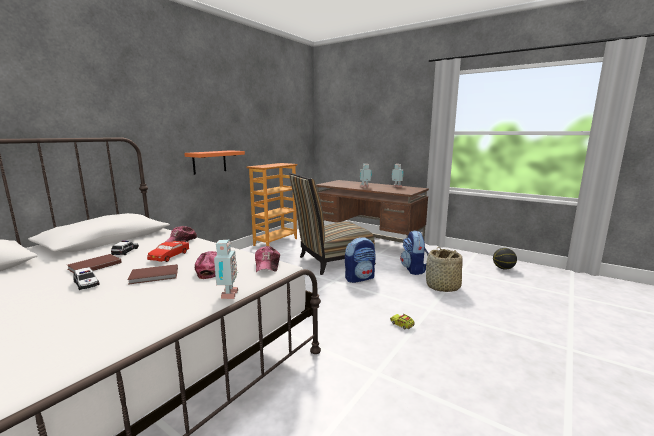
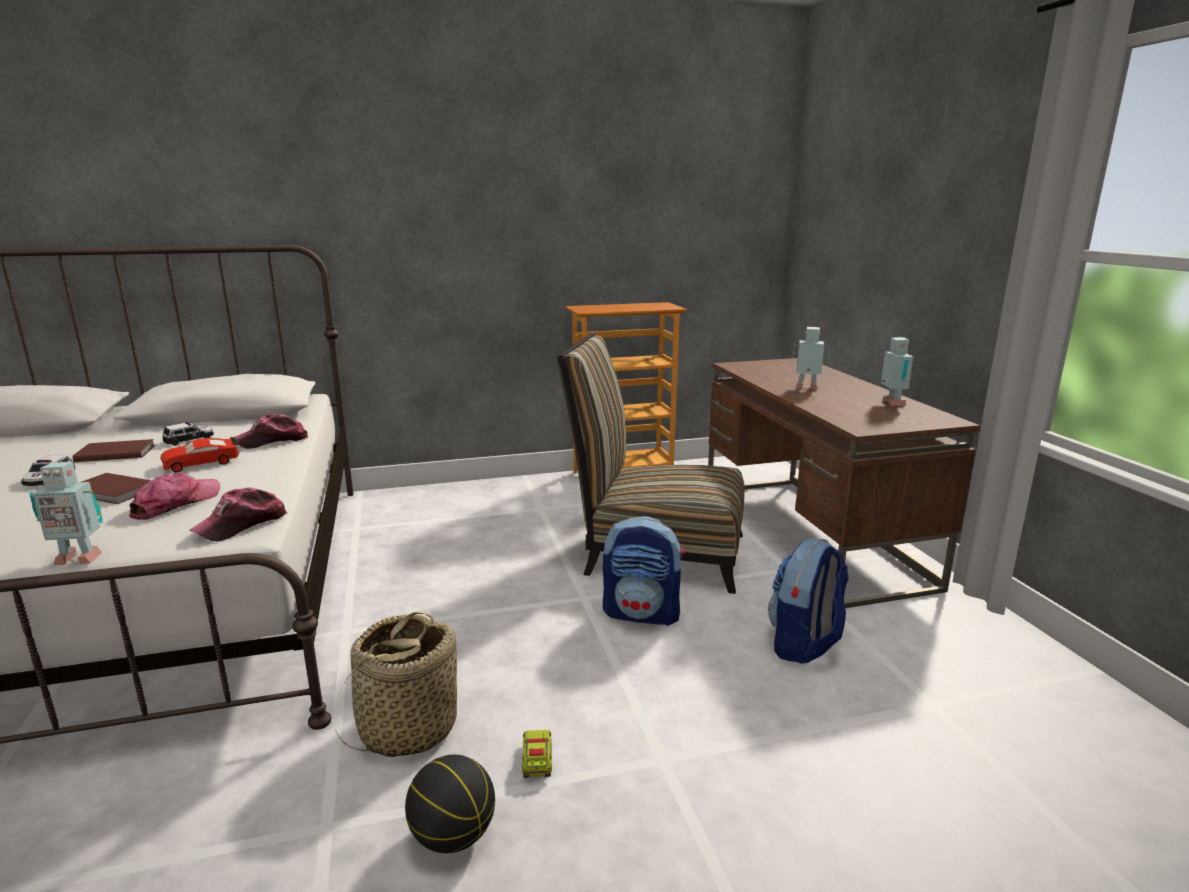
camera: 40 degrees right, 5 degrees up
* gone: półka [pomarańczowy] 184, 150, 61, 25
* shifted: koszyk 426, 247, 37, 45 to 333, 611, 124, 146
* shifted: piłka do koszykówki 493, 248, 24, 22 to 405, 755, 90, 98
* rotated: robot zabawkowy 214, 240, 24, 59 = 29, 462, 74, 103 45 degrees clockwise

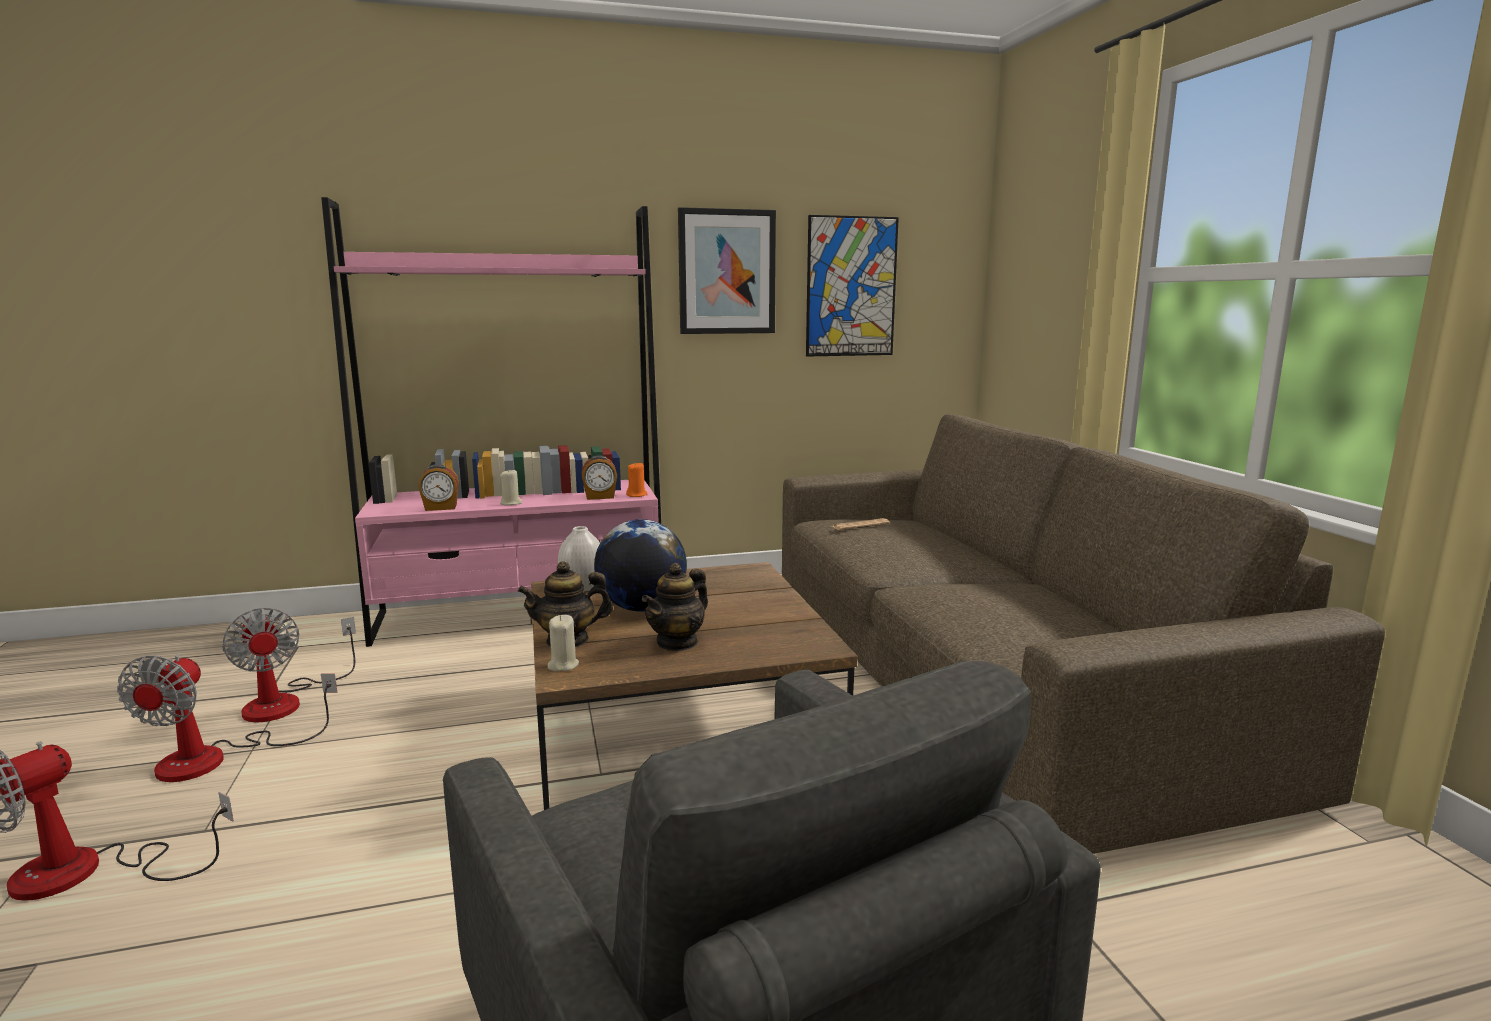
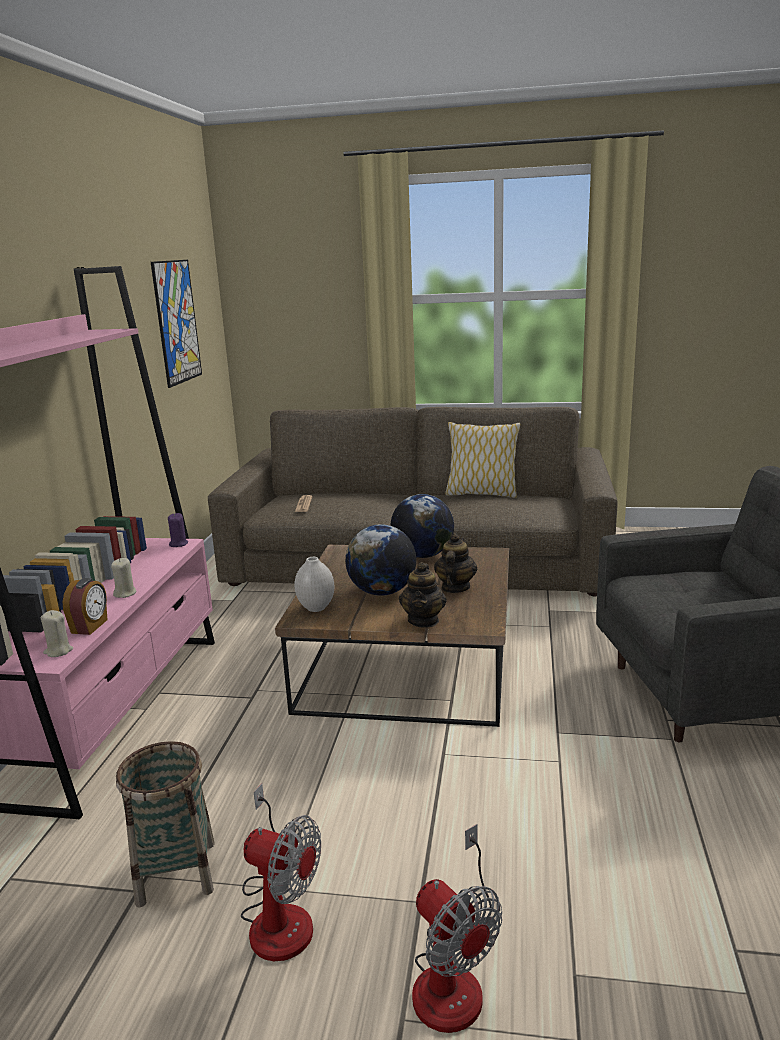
camera: 65 degrees left, 5 degrees up
* gone: budzik 582, 455, 35, 45
* gone: obraz 678, 207, 98, 127
* new: globus 391, 494, 63, 64
* new: poduszka 445, 422, 76, 76
* shifted: świeca [beżowy] 548, 615, 31, 56 to 41, 610, 32, 47
* swapped: wentylator 222, 608, 134, 114 to koszyk 116, 741, 99, 166
* repainted: świeca [pomarańczowy] 626, 462, 22, 35 to świeca [fioletowy] 168, 513, 20, 34
* rotated: imbryk 642, 563, 66, 88 = 434, 533, 43, 60 135 degrees counterclockwise

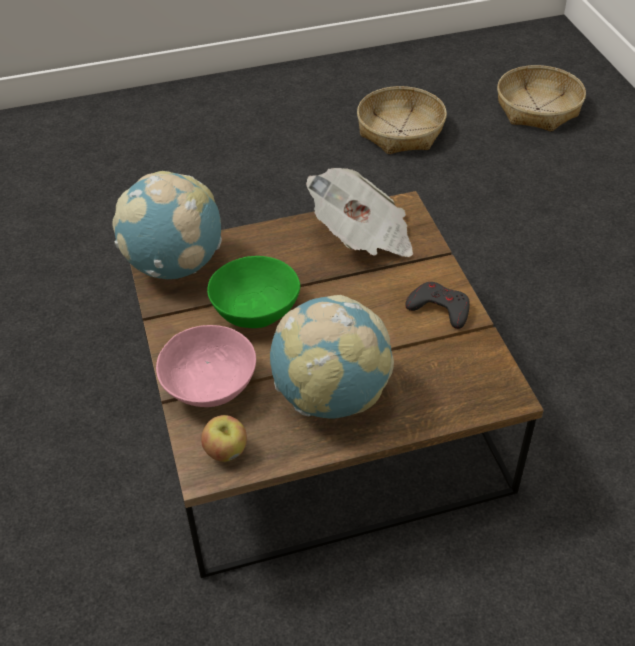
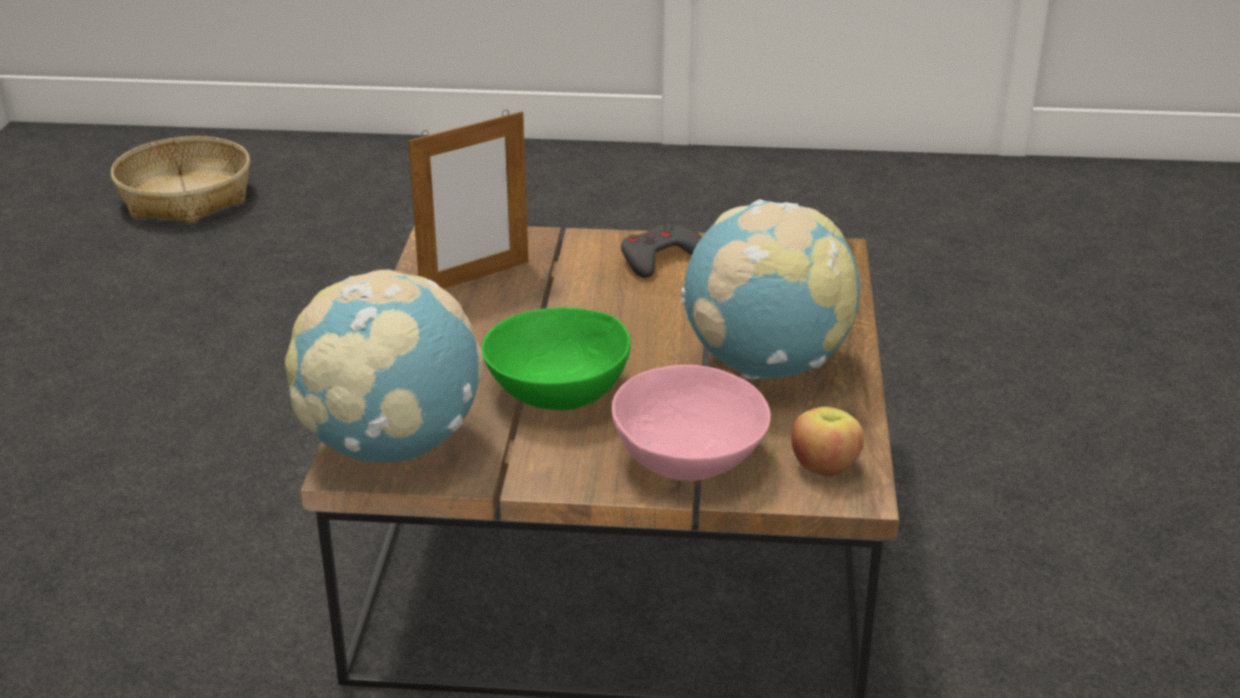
camera: 70 degrees left, 15 degrees down
* gone: koszyk 357, 86, 90, 68
* swapped: gazeta 306, 168, 107, 89 to ramka na zdjęcie 408, 110, 120, 179

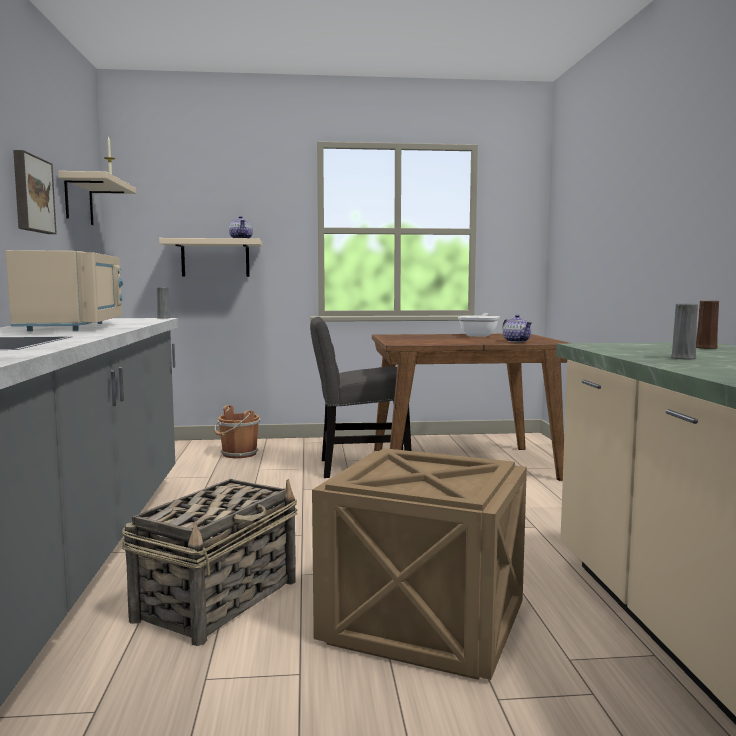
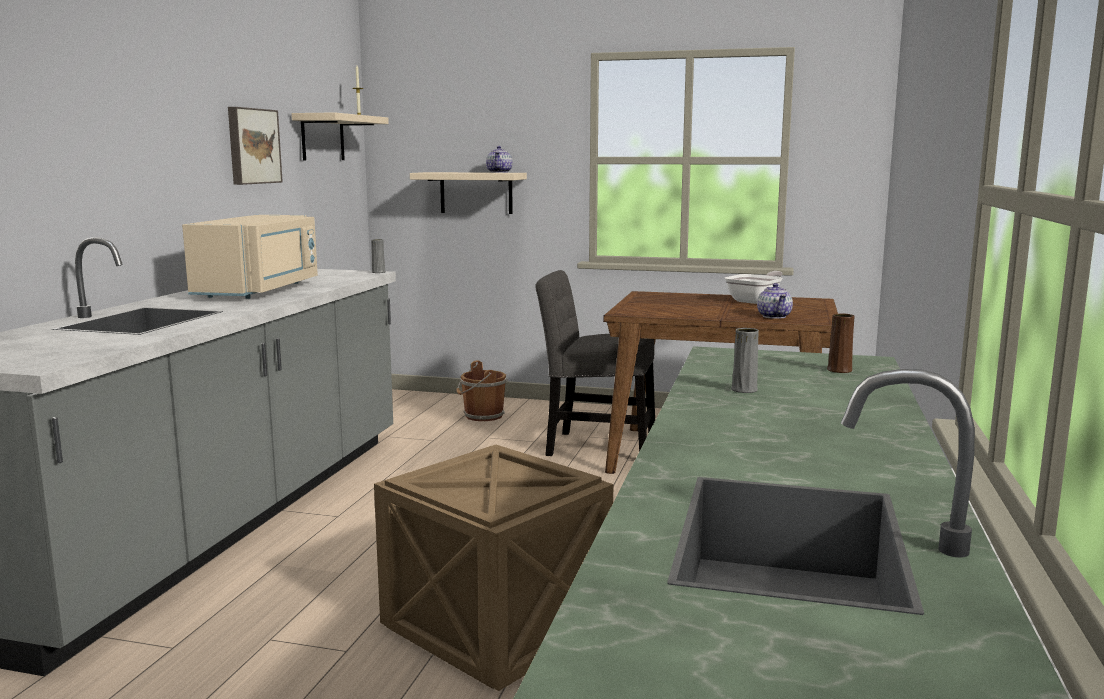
camera: 20 degrees right, 5 degrees up
* gone: koszyk 122, 479, 175, 167

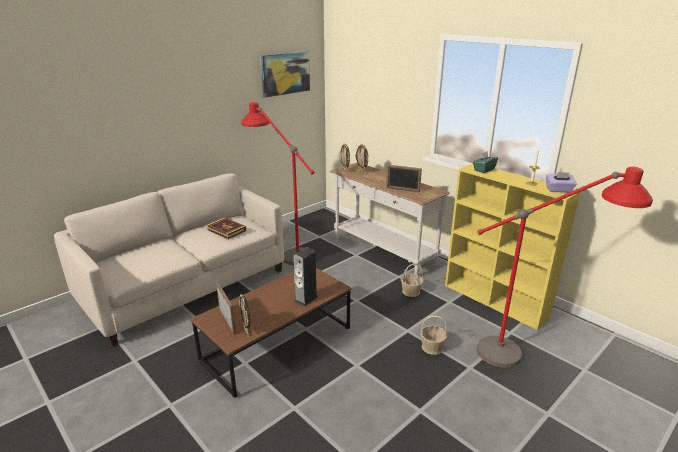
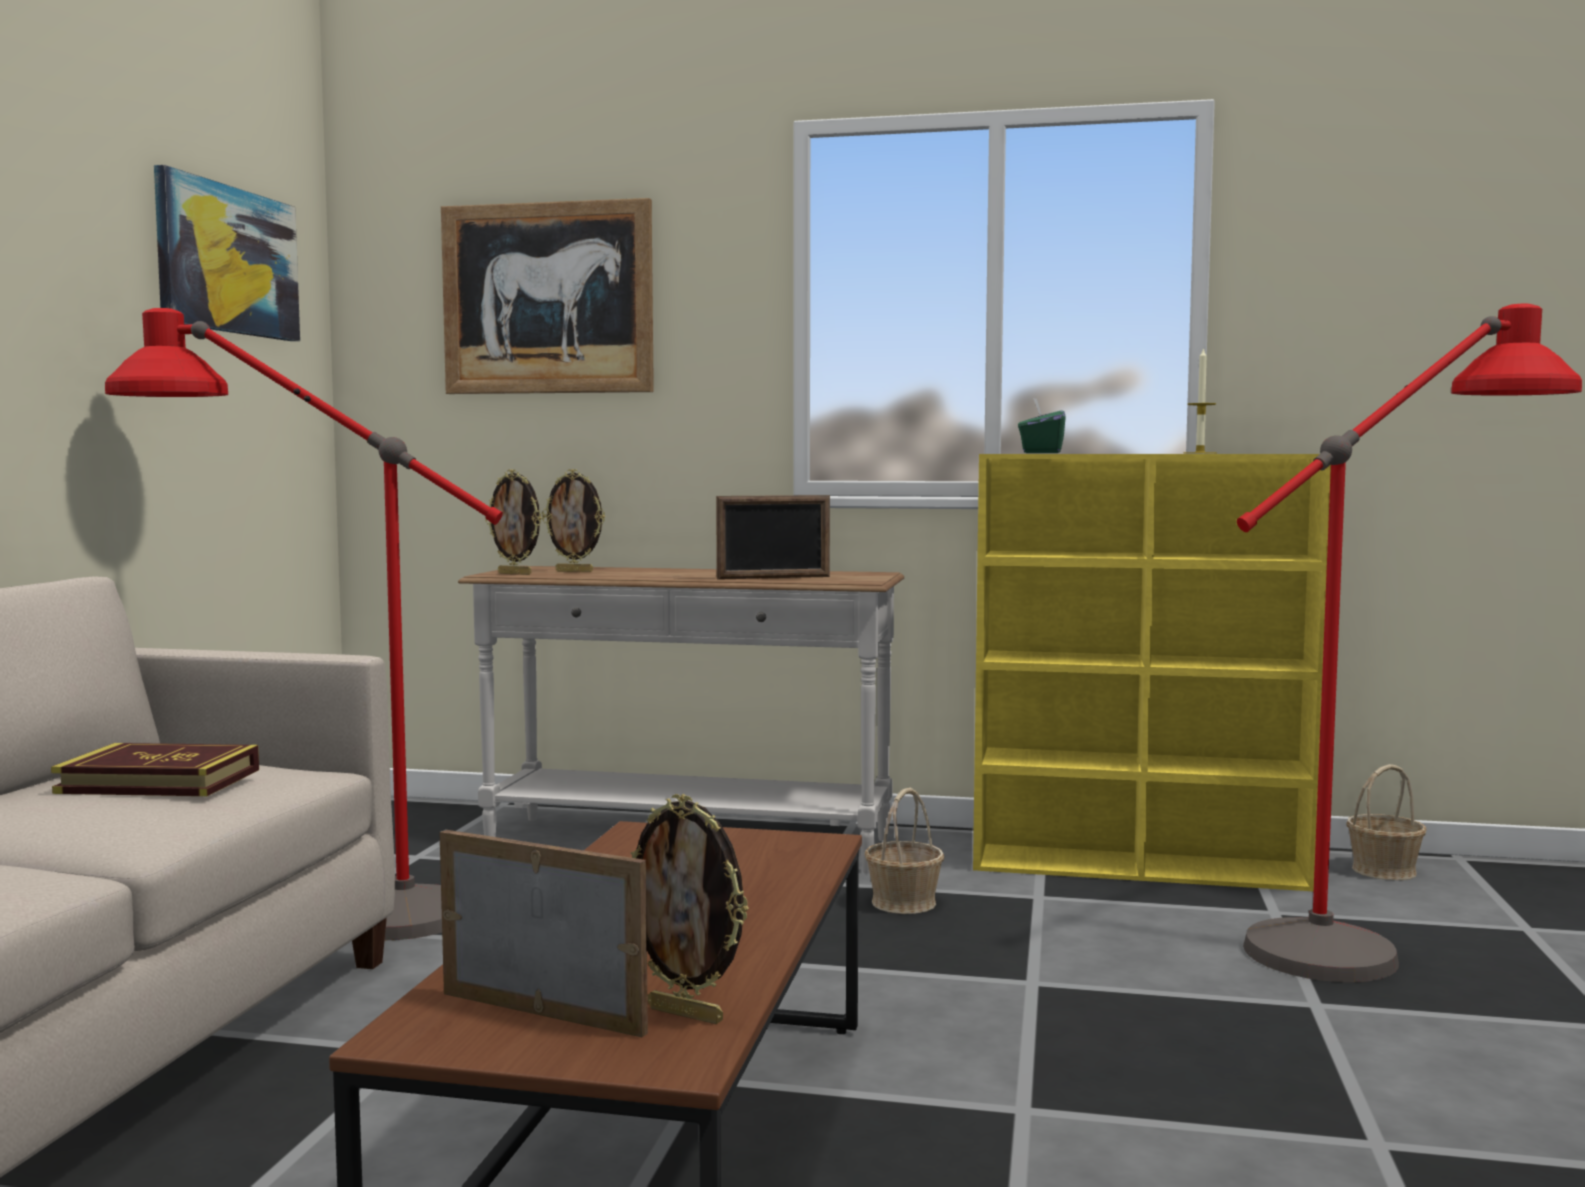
camera: 35 degrees left, 20 degrees down
* gone: głośnik 293, 247, 25, 59
* gone: pudełko chusteczek [fioletowy] 546, 172, 31, 21
* new: obraz 441, 198, 213, 196
* shifted: koszyk 420, 316, 27, 39 to 1346, 764, 81, 116

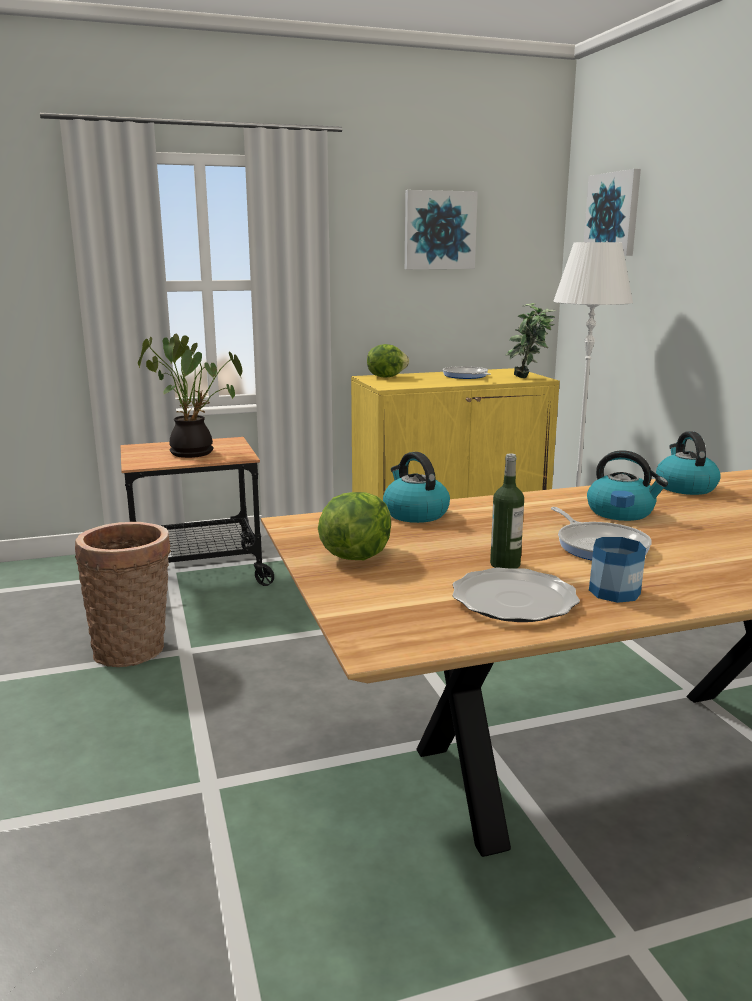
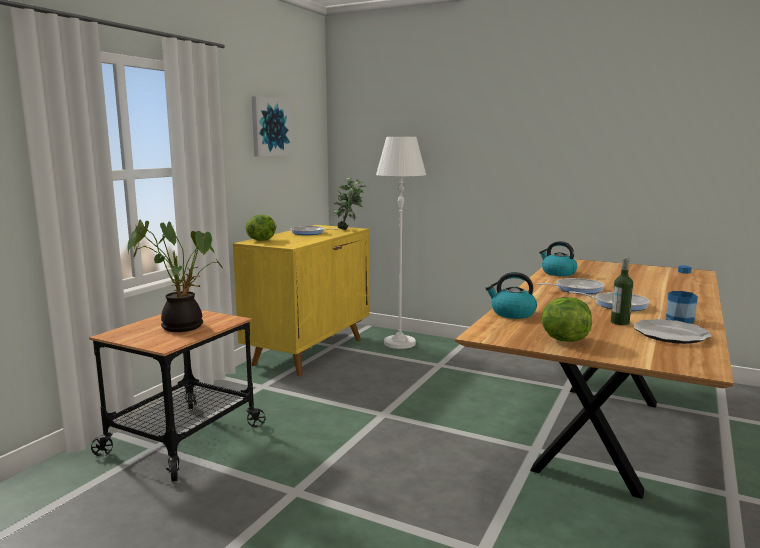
camera: 45 degrees left, 5 degrees down
* gone: koszyk 75, 522, 96, 145
* gone: obraz 584, 169, 57, 87
* swapped: czajnik 587, 450, 81, 71 to patelnia 537, 278, 67, 16

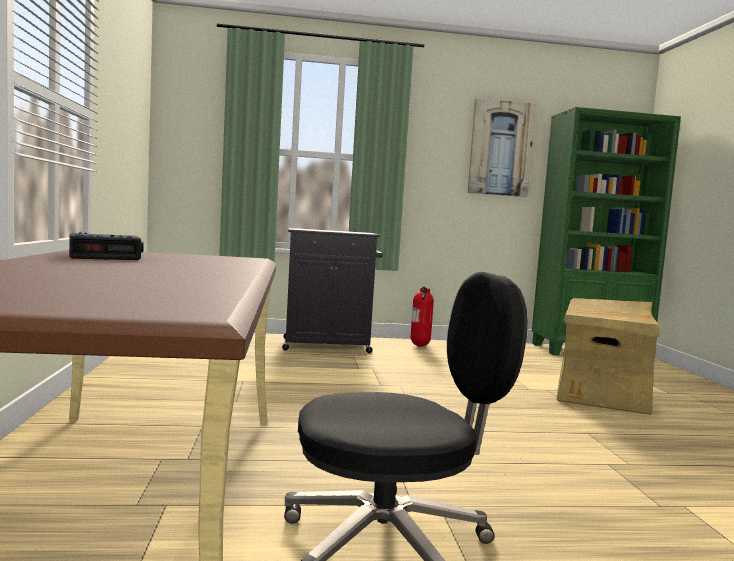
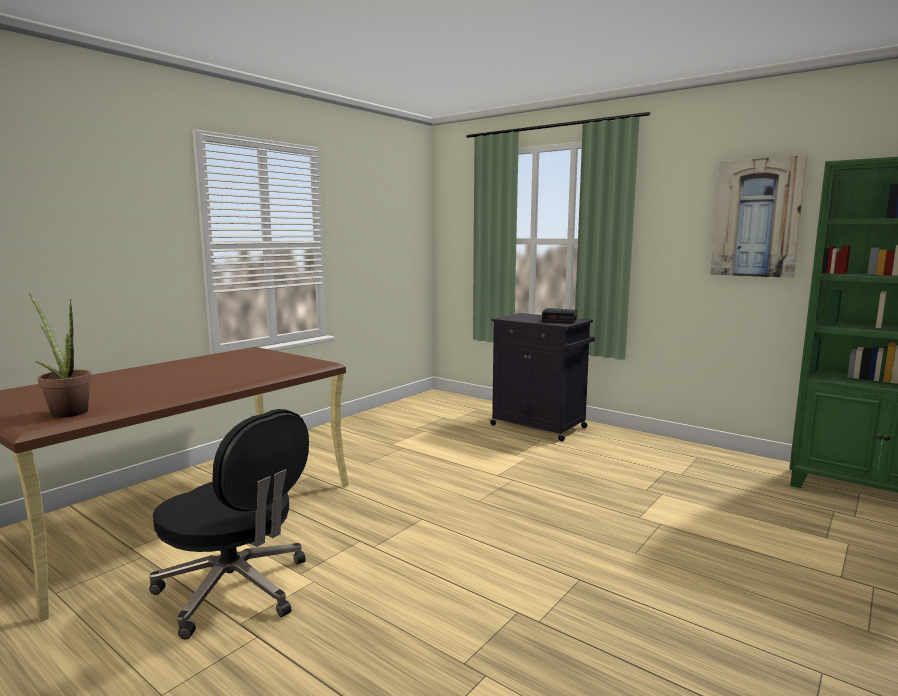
camera: 45 degrees right, 5 degrees up
* gone: gaśnica 411, 287, 23, 60
* gone: karton 557, 298, 102, 117
* new: roślina doniczkowa 29, 293, 63, 125
* shifted: budzik 69, 232, 75, 28 to 542, 308, 36, 16

